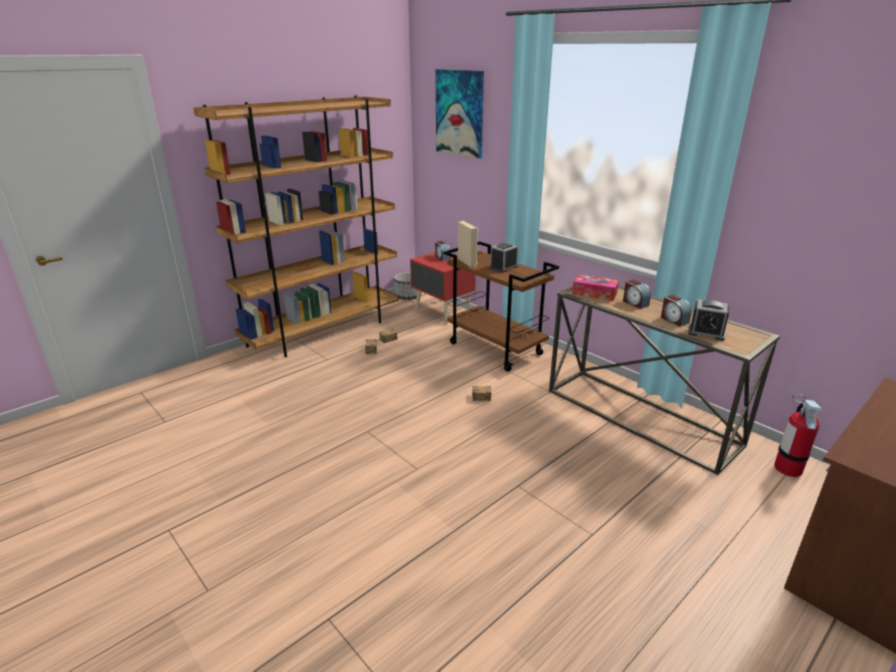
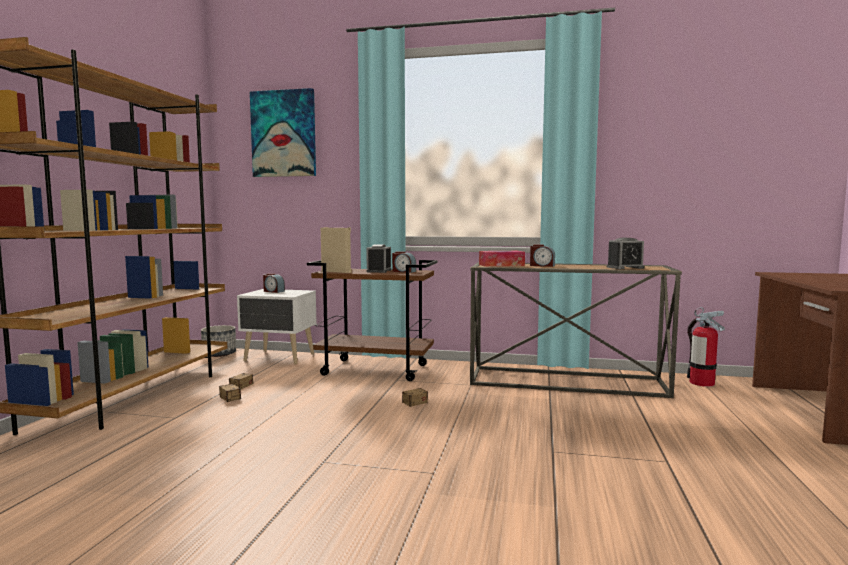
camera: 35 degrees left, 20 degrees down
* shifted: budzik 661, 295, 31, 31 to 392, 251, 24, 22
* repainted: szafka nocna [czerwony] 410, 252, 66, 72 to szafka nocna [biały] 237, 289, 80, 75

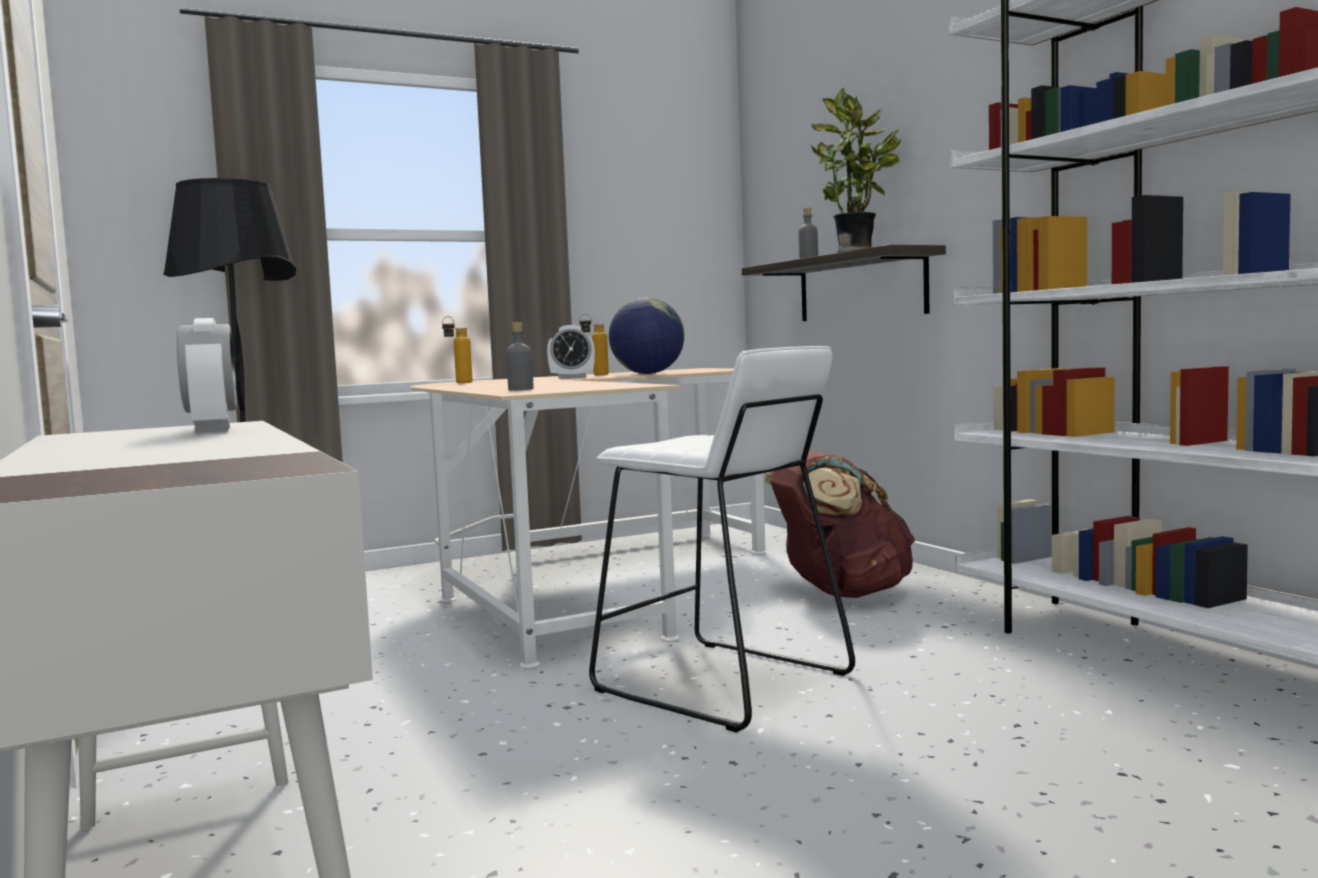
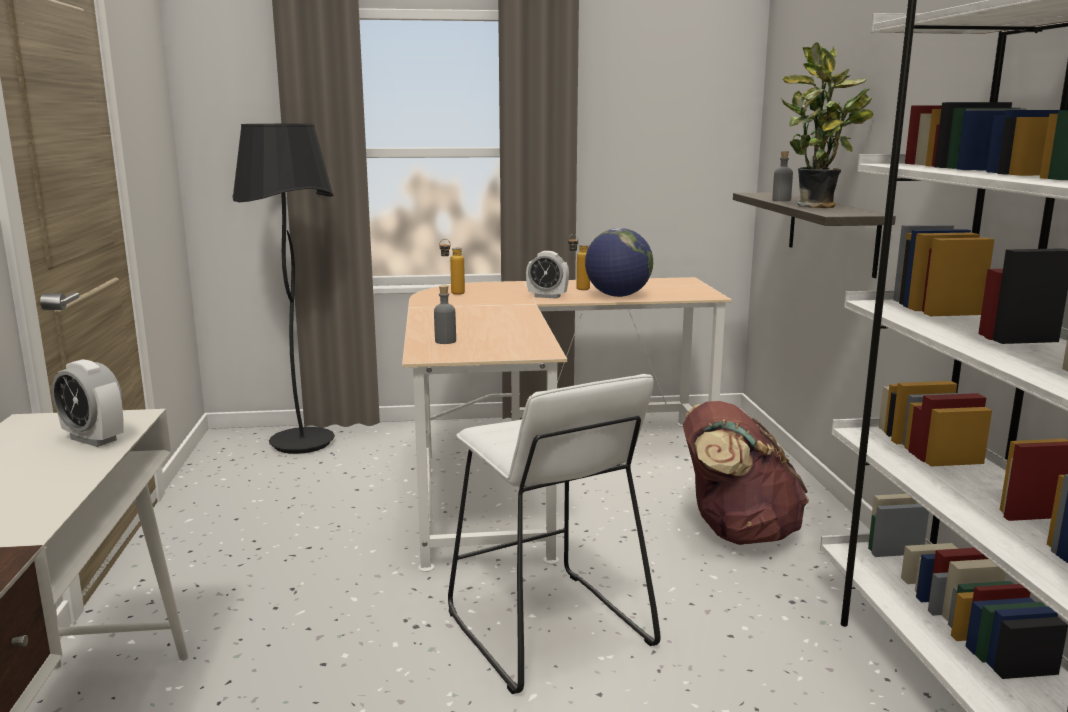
camera: 20 degrees right, 10 degrees up
* rotated: budzik 177, 318, 60, 115 = 52, 359, 72, 88 120 degrees clockwise

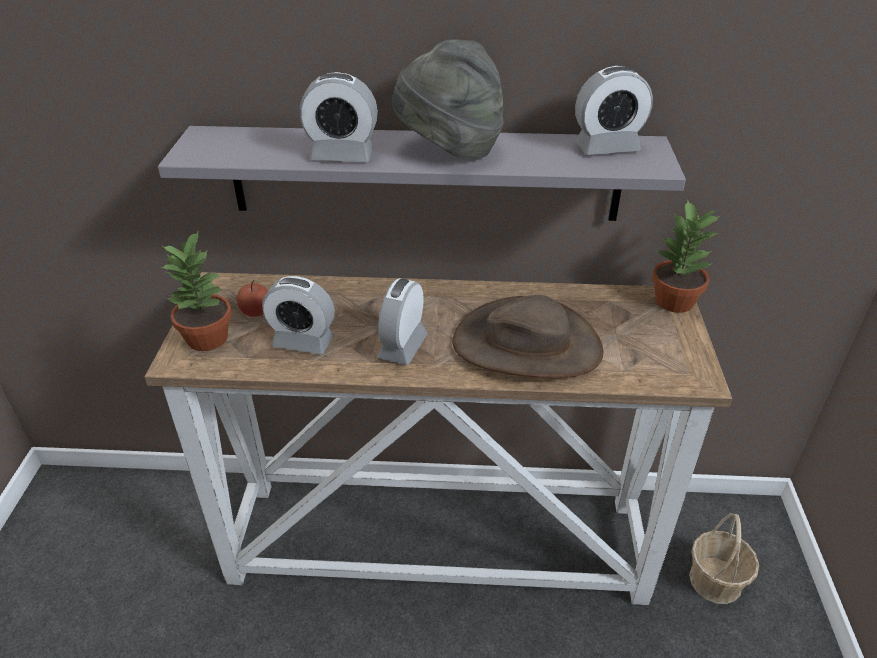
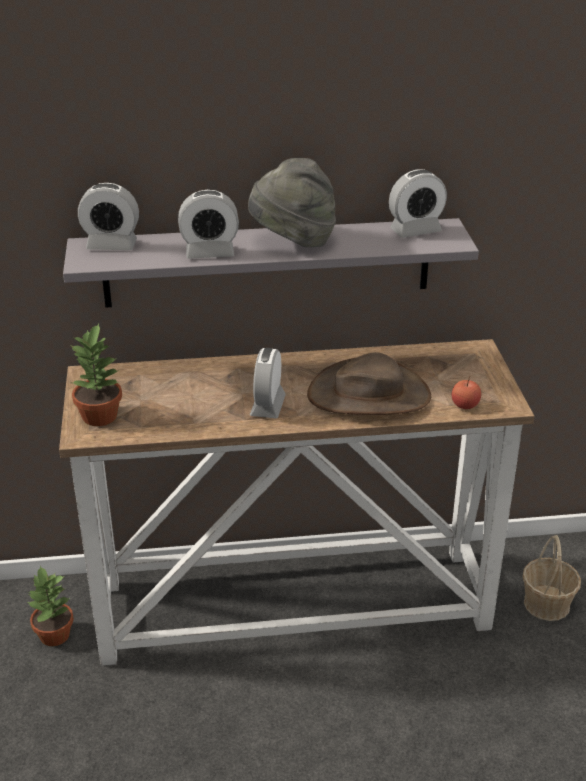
camera: 10 degrees left, 5 degrees down
* shifted: jabłko 237, 280, 31, 37 to 452, 377, 29, 32
* shifted: budzik 262, 276, 73, 78 to 78, 183, 61, 67
* shifted: roślina doniczkowa 652, 200, 68, 113 to 27, 566, 47, 80

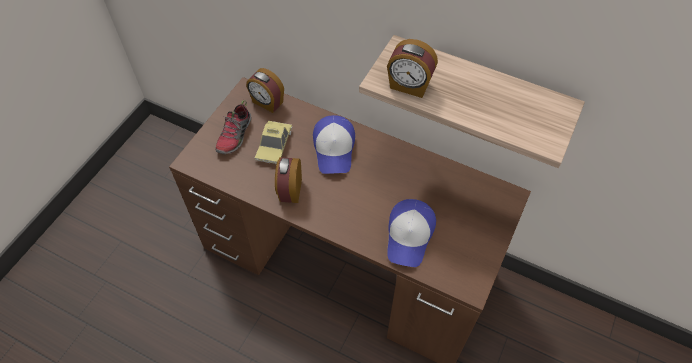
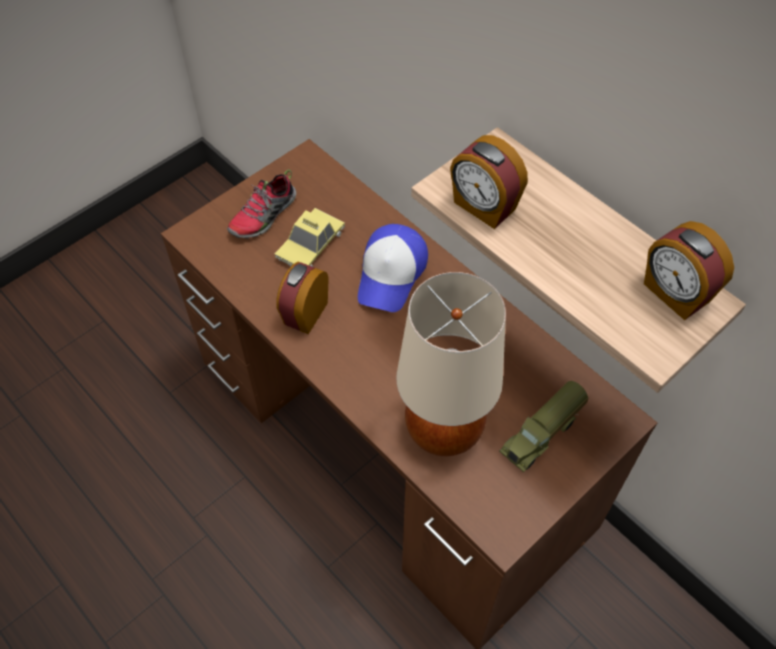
camera: 20 degrees right, 0 degrees up
* new: ciężarówka zabawkowa 499, 381, 90, 91
* shifted: budzik 246, 68, 38, 45 to 644, 221, 90, 99
* swapped: czapka z daszkiem 387, 199, 49, 68 to lampa stołowa [beżowy] 396, 272, 110, 184

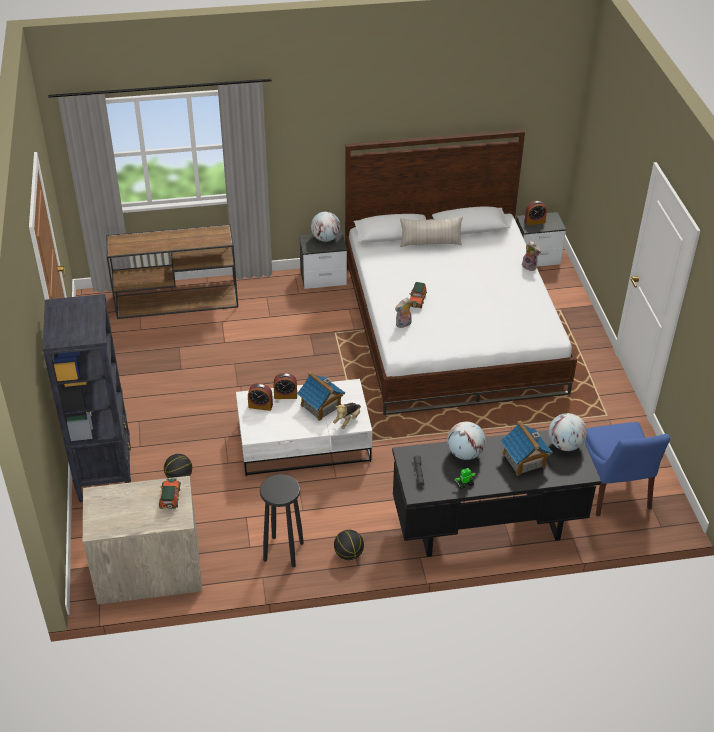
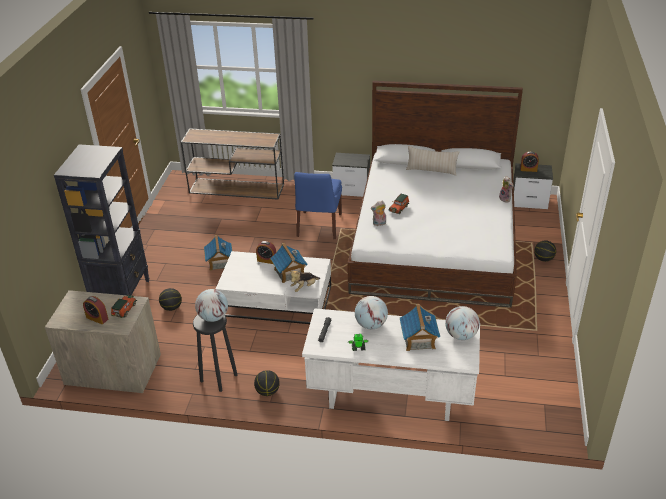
camera: 20 degrees right, 5 degrees down
* new: domek 204, 235, 28, 36
* new: piłka do koszykówki 534, 240, 22, 22
* shifted: budzik 248, 383, 25, 28 to 83, 296, 25, 28
* shifted: globus 311, 212, 30, 30 to 195, 289, 33, 33
* shifted: krzesło [niebieski] 585, 422, 85, 94 to 294, 172, 48, 67
* repainted: biurko [czarny] 392, 430, 209, 127 to biurko [biały] 302, 308, 178, 113

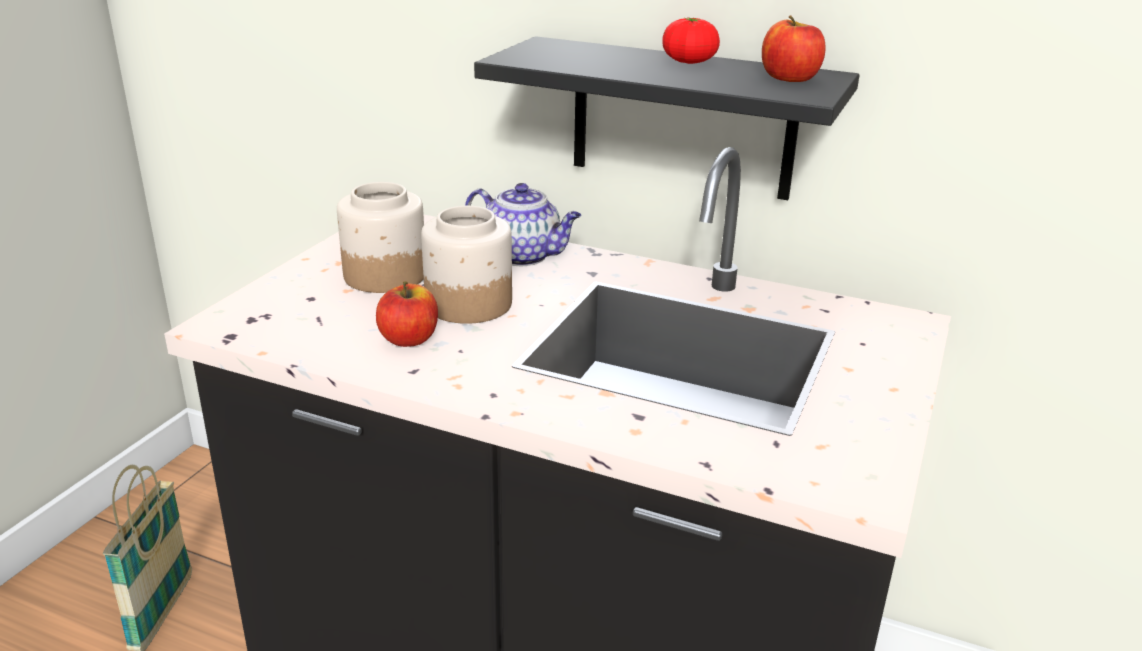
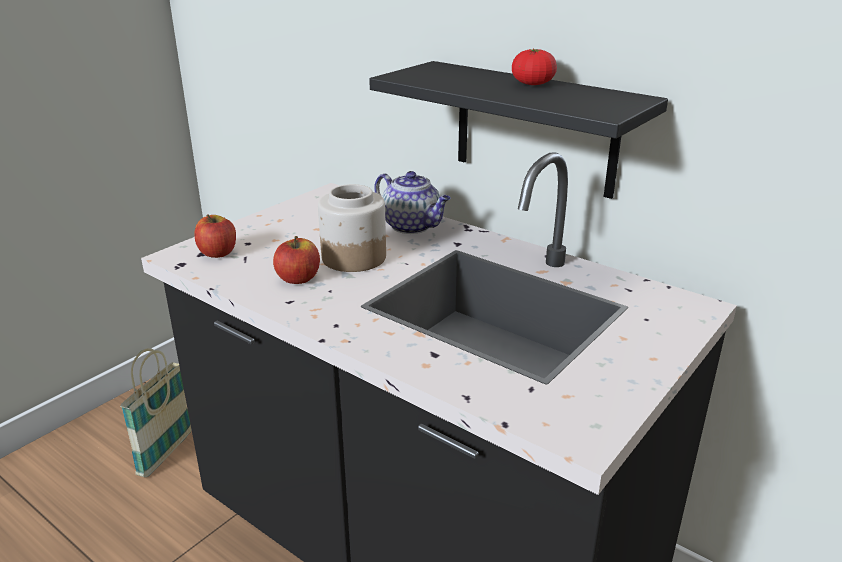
camera: 15 degrees right, 0 degrees up
* gone: słoik 337, 182, 87, 111
* shifted: jabłko 762, 15, 63, 67 to 195, 215, 41, 43

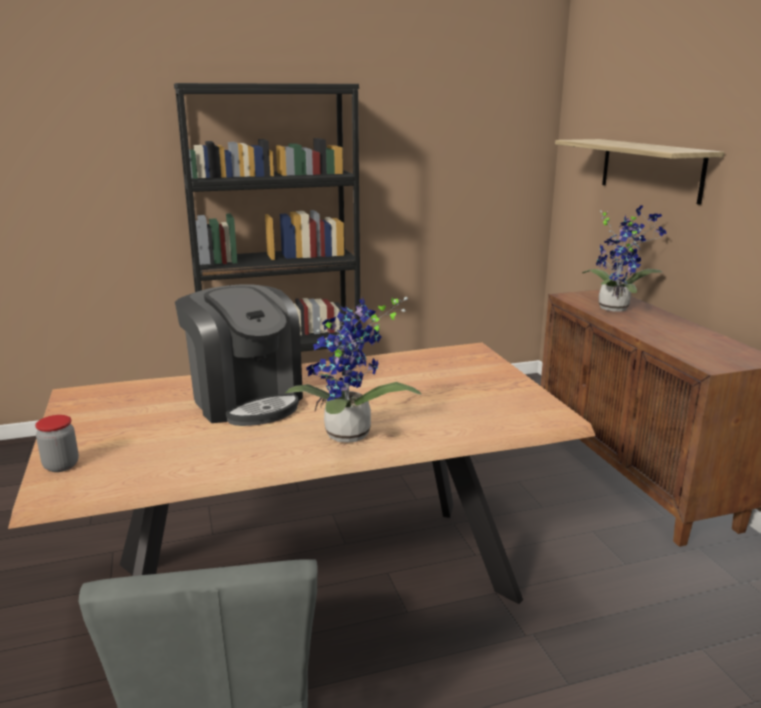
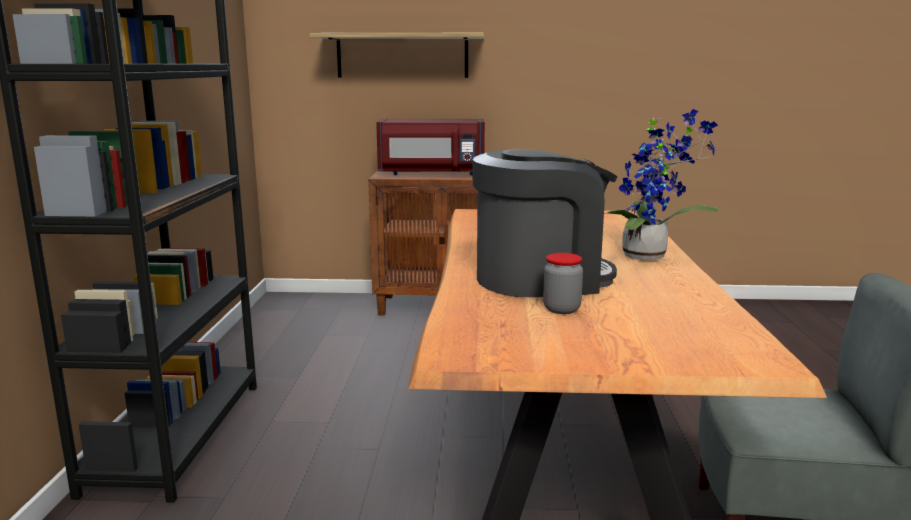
camera: 70 degrees left, 5 degrees down
* shifted: słoik 35, 415, 44, 57 to 543, 253, 40, 61
* swapped: roślina doniczkowa 582, 205, 84, 107 to mikrofalówka [czerwony] 376, 119, 109, 56

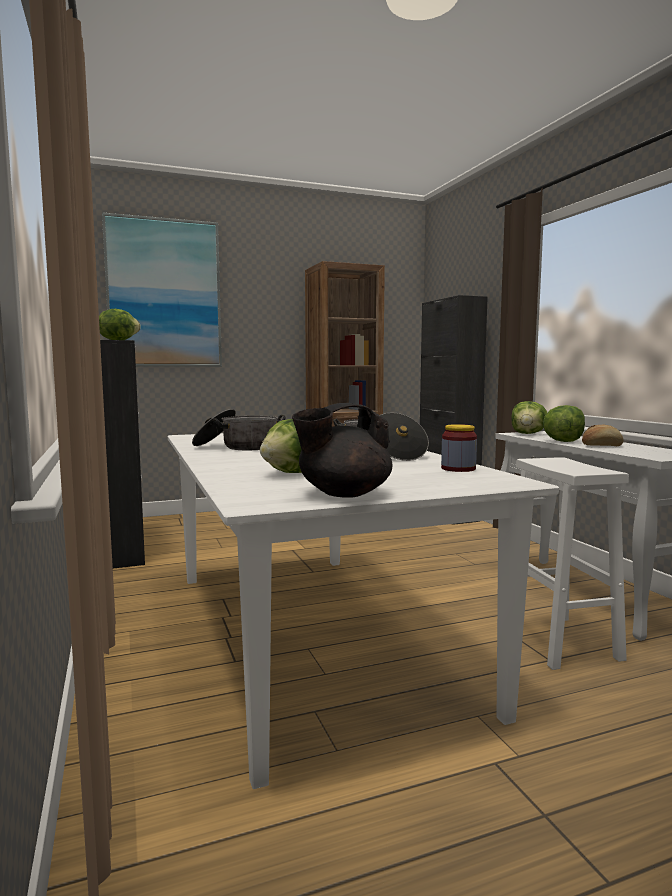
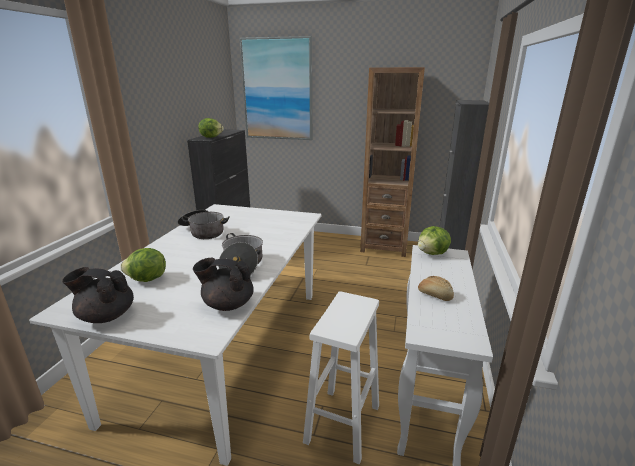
camera: 35 degrees right, 15 degrees up
* gone: sałata 543, 405, 42, 37
* swapped: słoik 441, 424, 36, 48 to imbryk [czarny] 193, 258, 61, 53

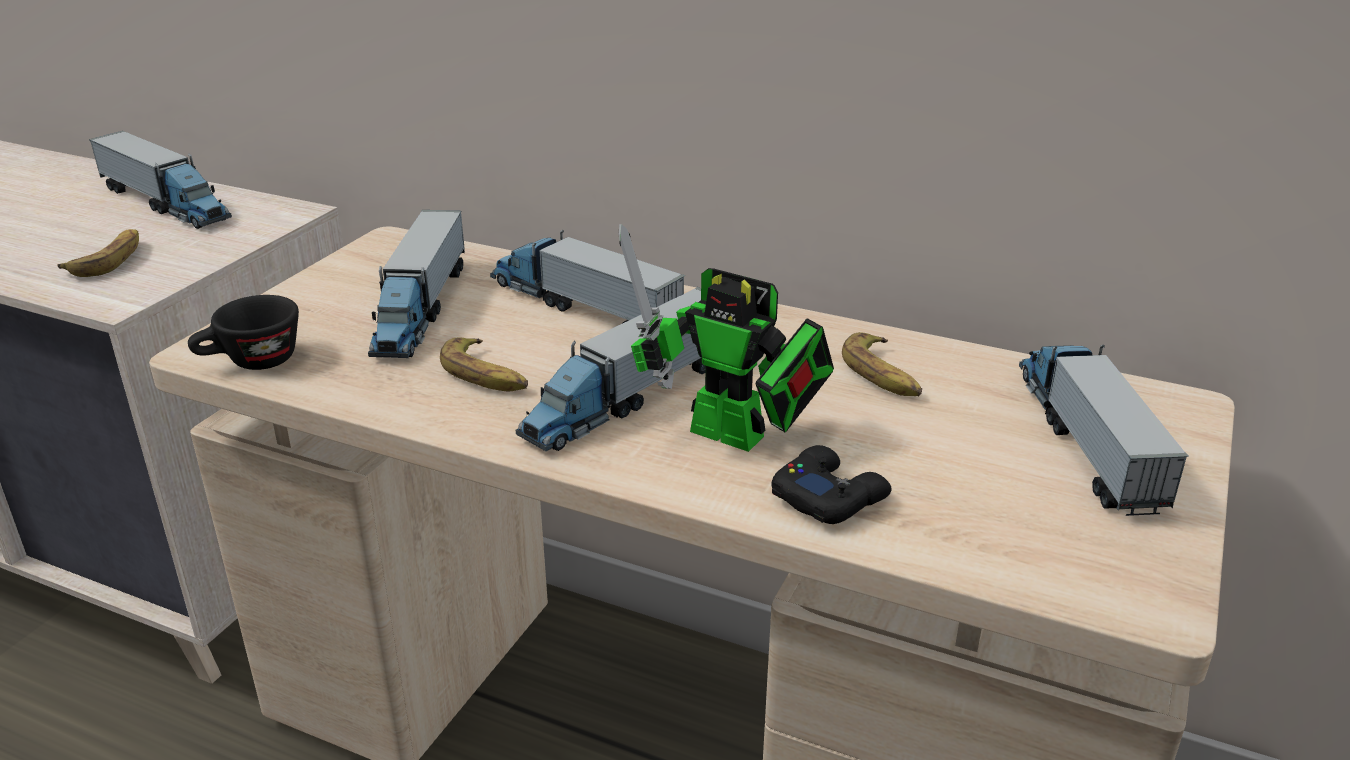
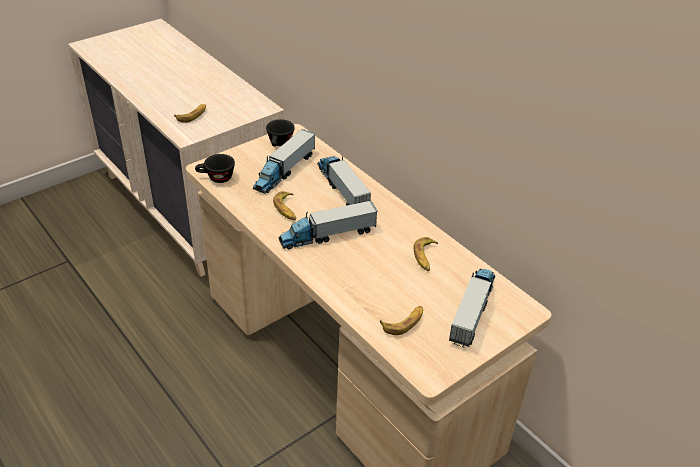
camera: 25 degrees right, 10 degrees up
* gone: ciężarówka zabawkowa 89, 131, 143, 98
* gone: robot zabawkowy 618, 224, 216, 228
* gone: pad do gier [czarny] 772, 445, 120, 79
* new: filiżanka [czarny] 266, 119, 29, 28
* new: banan 380, 306, 43, 29

